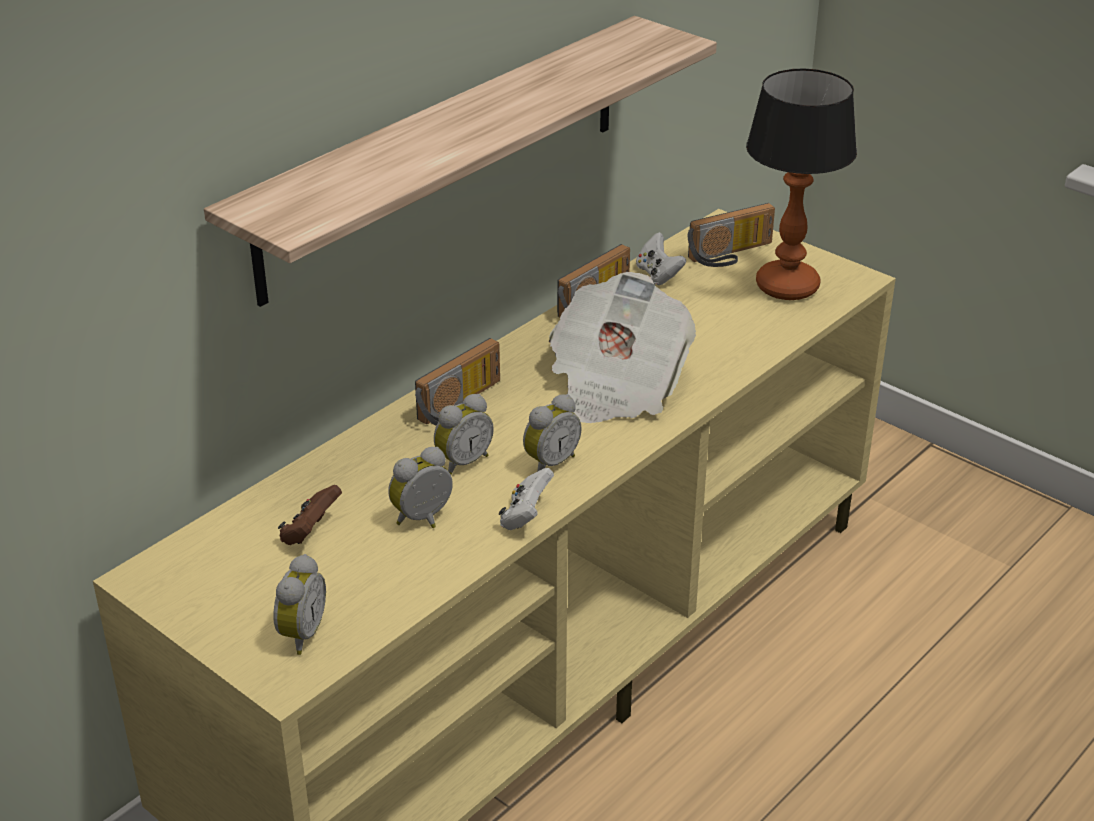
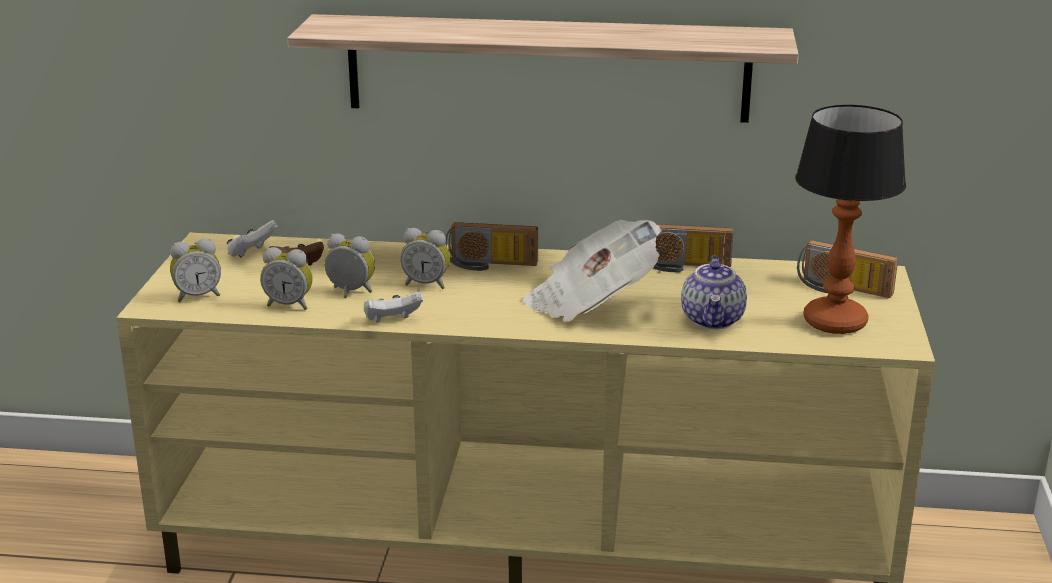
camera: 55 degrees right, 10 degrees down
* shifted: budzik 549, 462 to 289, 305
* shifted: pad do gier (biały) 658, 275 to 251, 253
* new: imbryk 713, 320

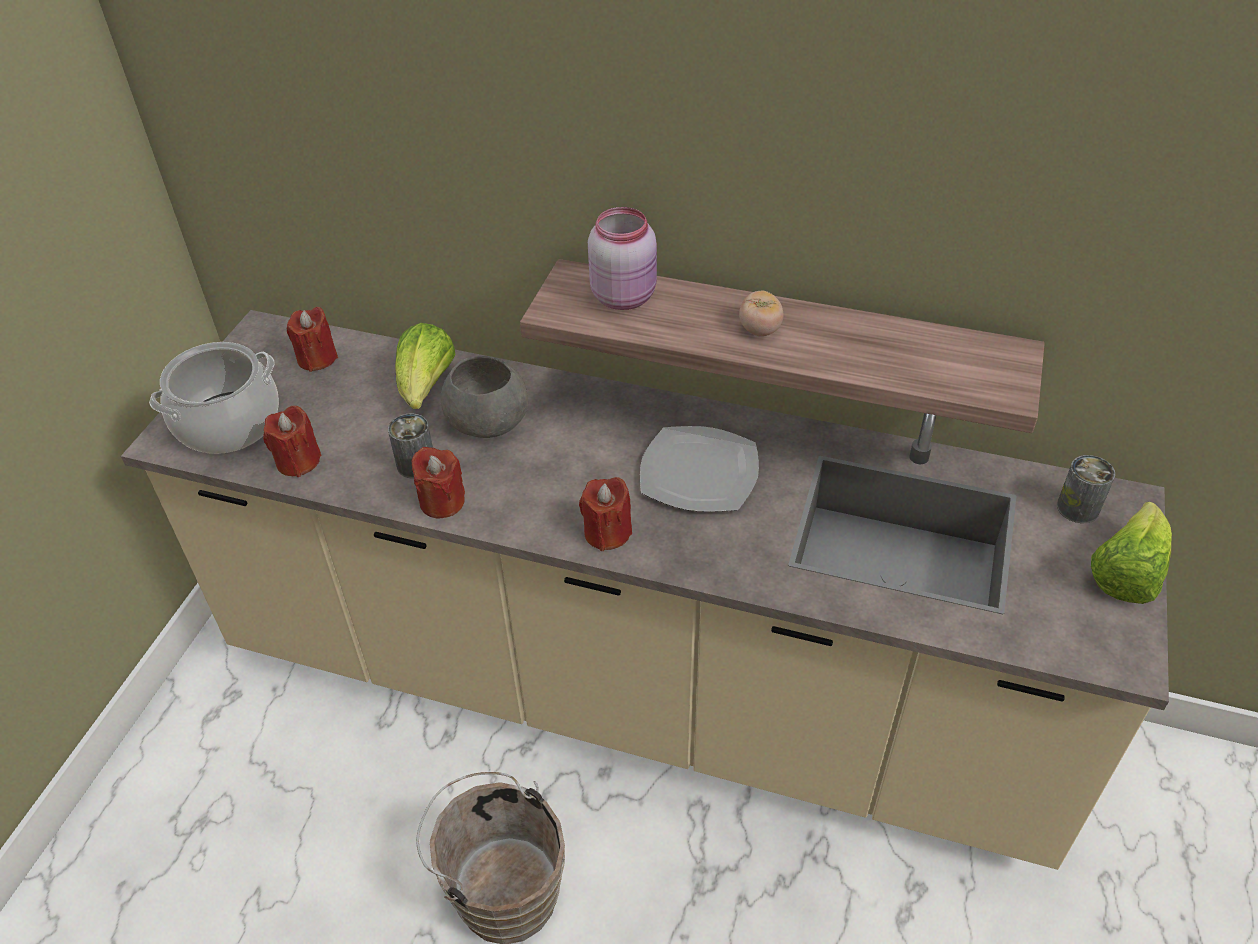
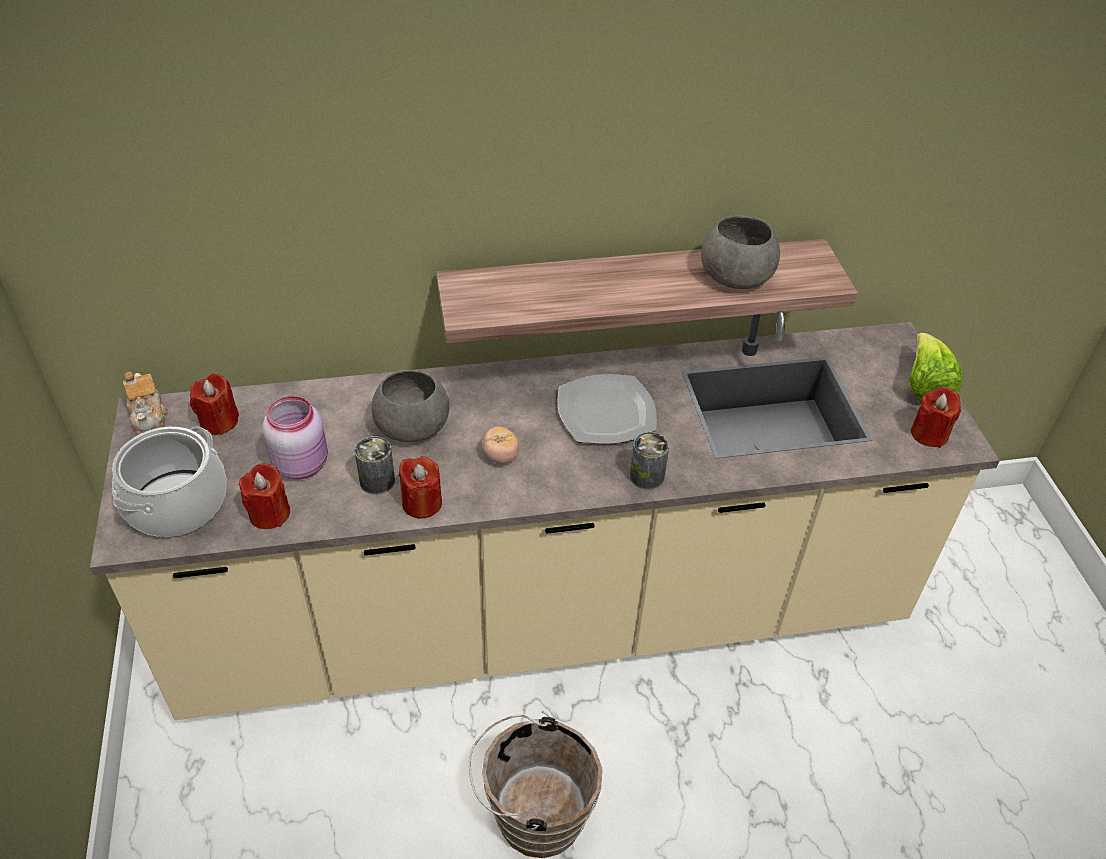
camera: 30 degrees left, 0 degrees up
* gone: sałata 426, 388
* shifted: świeca (czerwony) 607, 533 to 929, 434
* shifted: słoik (różowy) 625, 296 to 302, 463
* shifted: pomidor 760, 330 to 501, 457
* shifted: puszka 1078, 508 to 647, 476
* new: imbryk 149, 417
* new: miska (szary) 734, 276

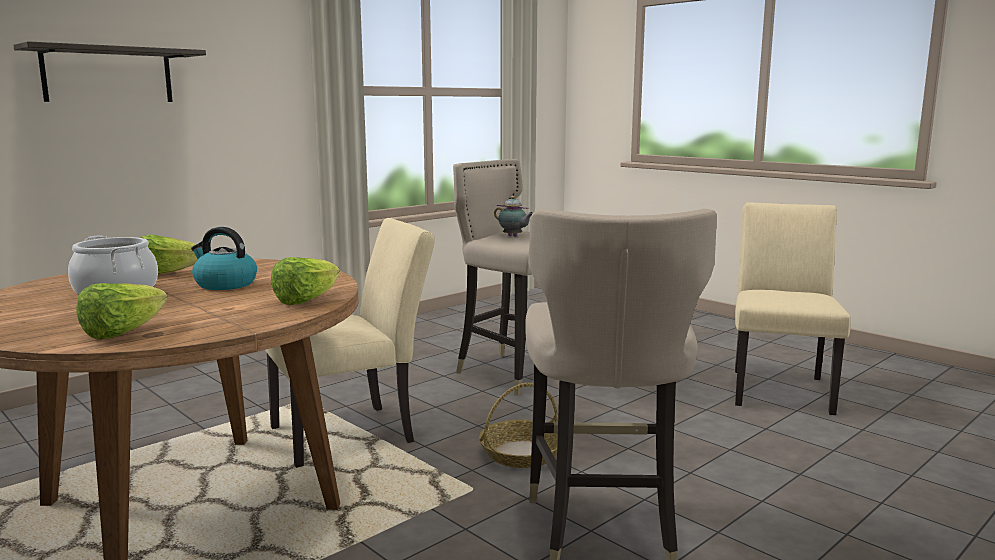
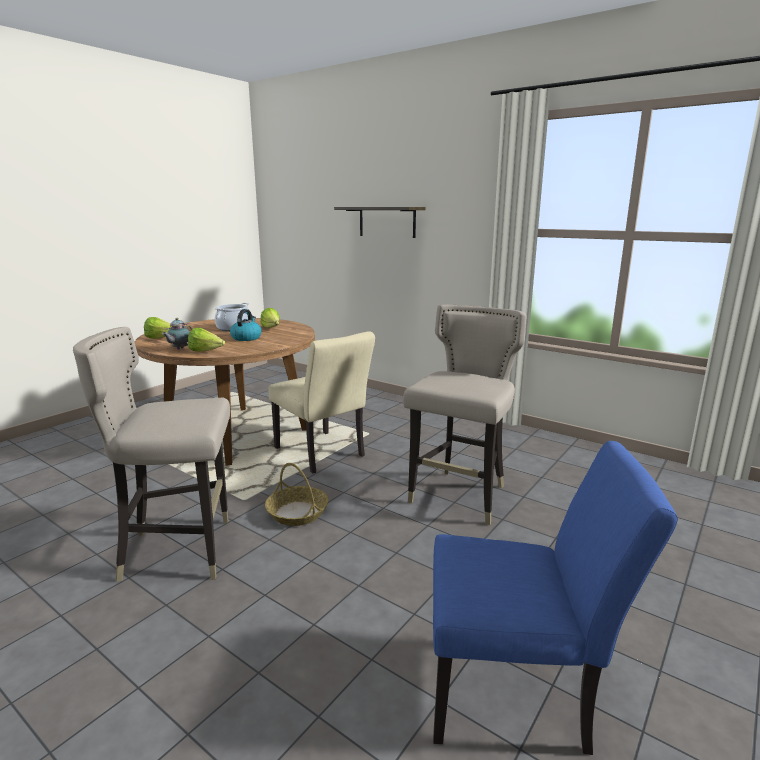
camera: 80 degrees right, 5 degrees up
* shifted: imbryk 513, 236 to 179, 349
* repainted: krzesło (beżowy) 780, 387 to krzesło (niebieski) 519, 693

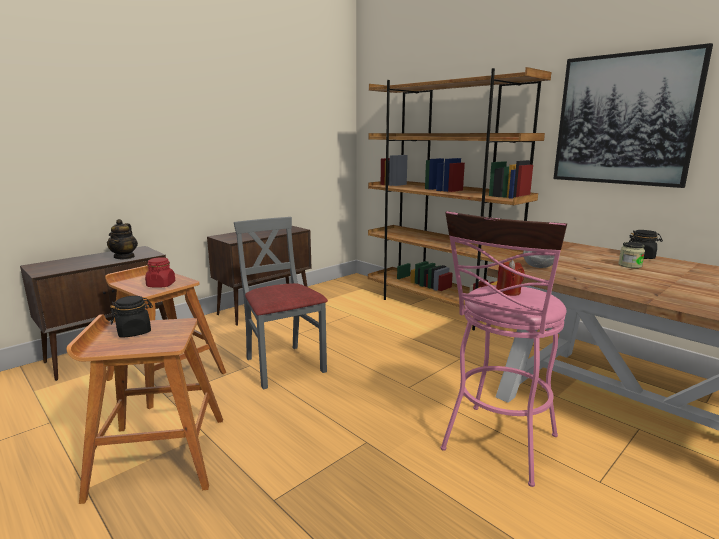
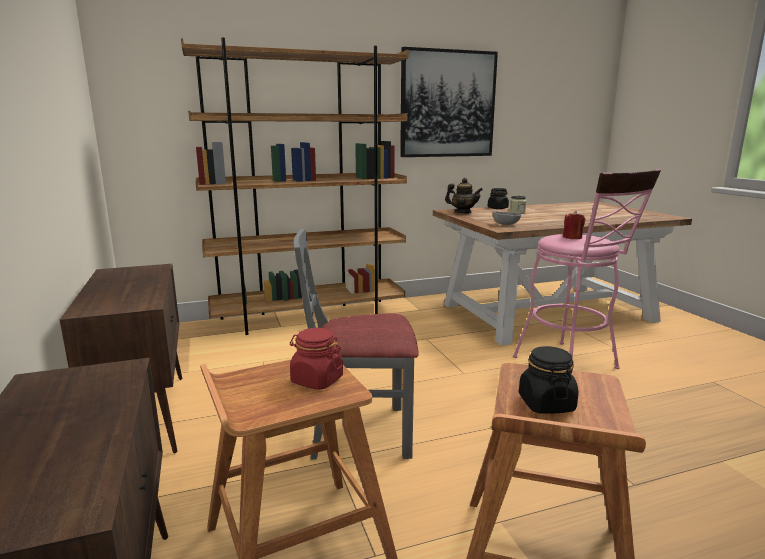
camera: 65 degrees left, 0 degrees up
* shifted: imbryk 124, 257 to 463, 213

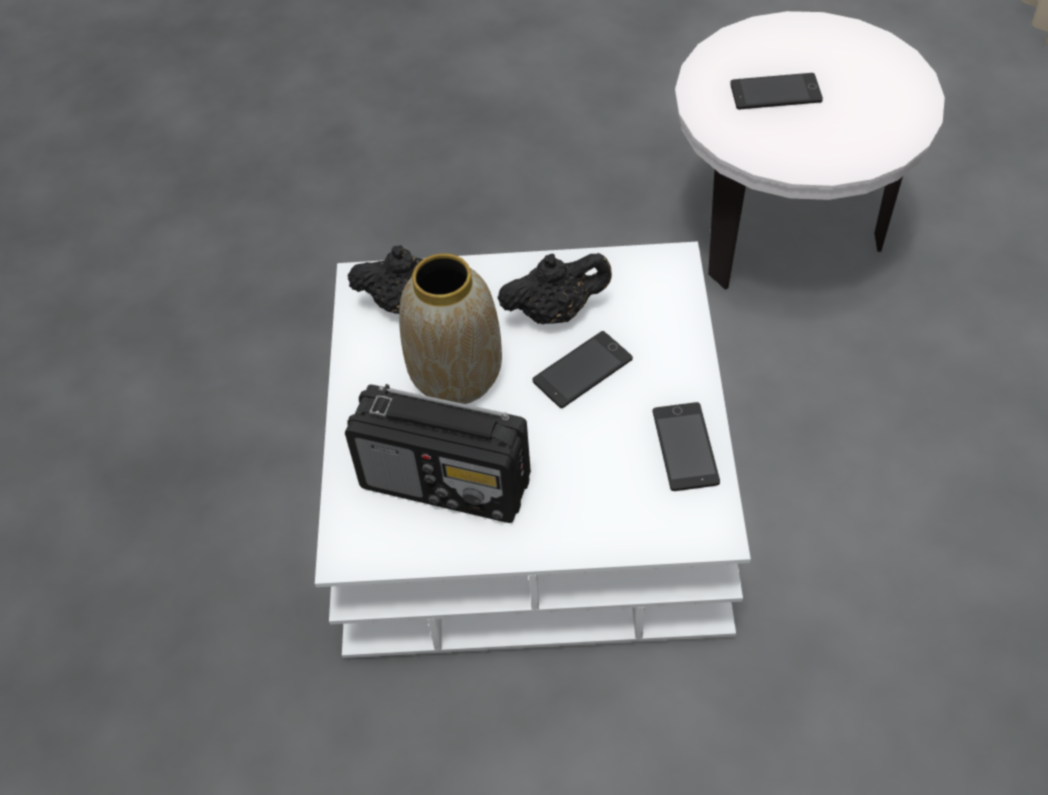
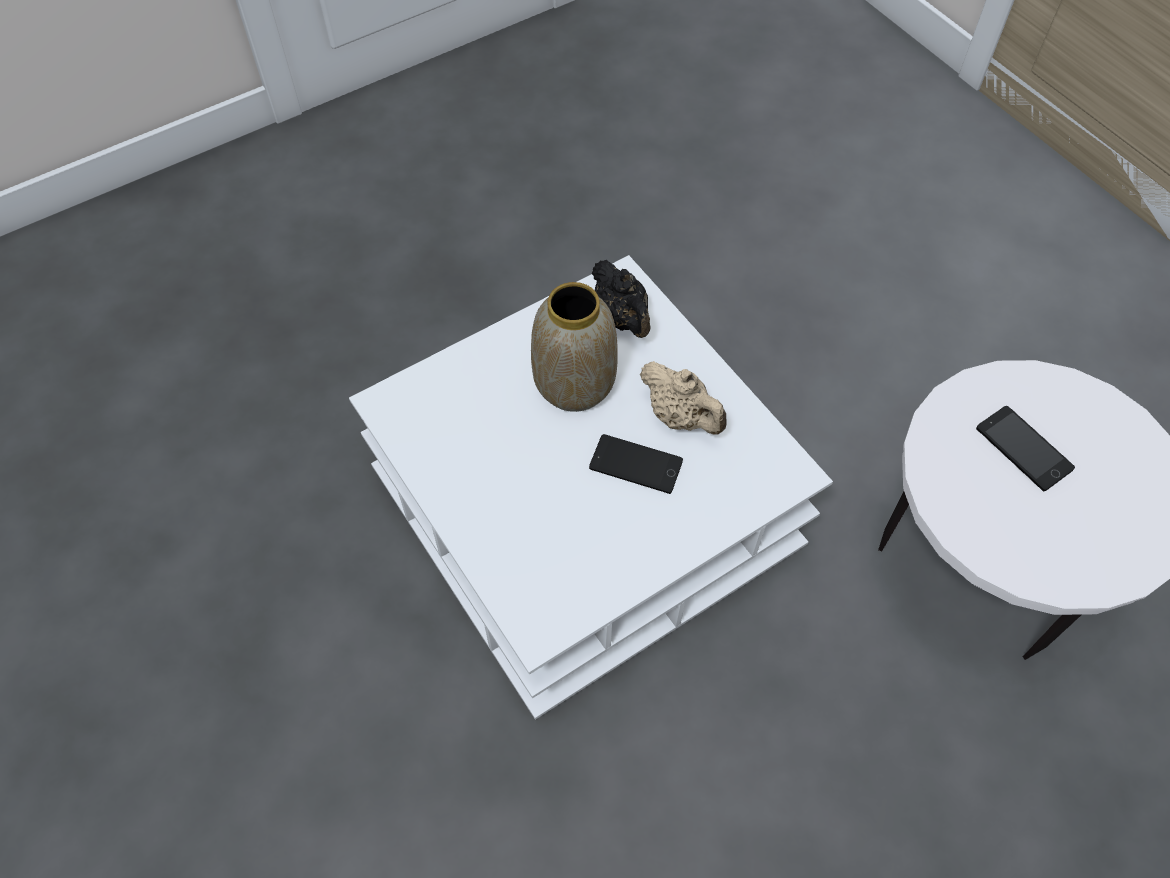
camera: 55 degrees right, 5 degrees up
* gone: radio 447, 483
* repainted: imbryk (czarny) 555, 312 to imbryk (beżowy) 681, 417
* gone: telefon 685, 447

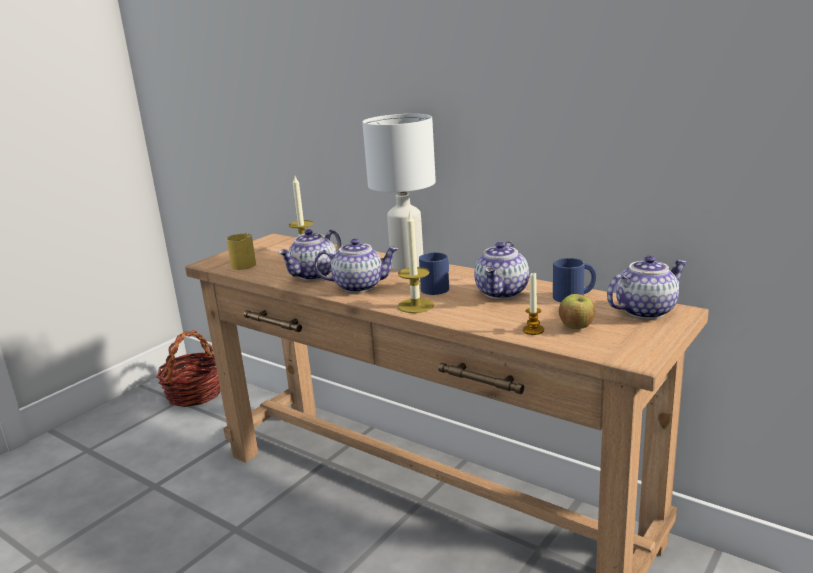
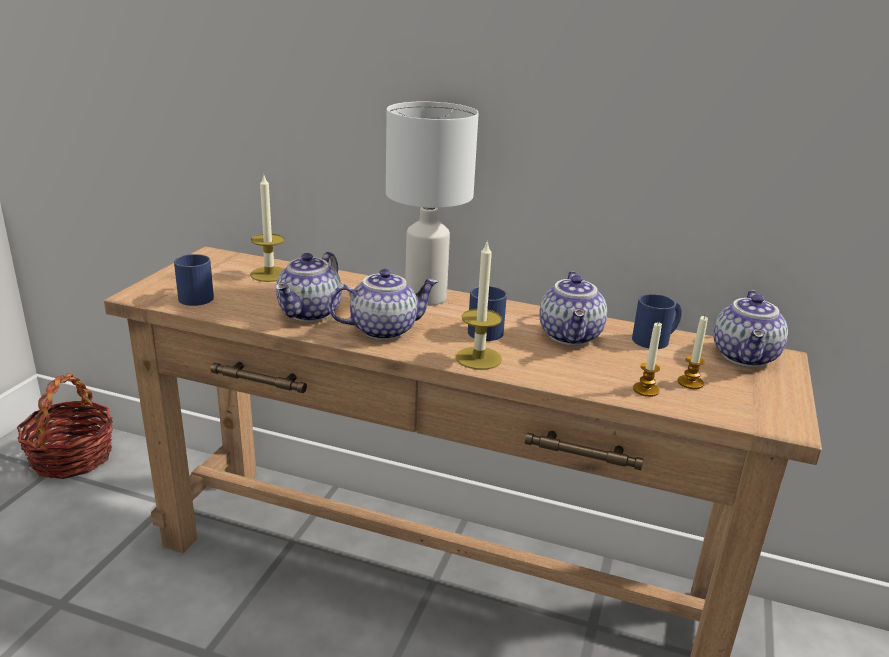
camera: 20 degrees left, 5 degrees up
* repainted: kubek (żółty) 245, 263 to kubek (niebieski) 197, 295
* swapped: jabłko 576, 327 to świeca 690, 383
* rotated: imbryk 645, 311 = 746, 357 150 degrees clockwise

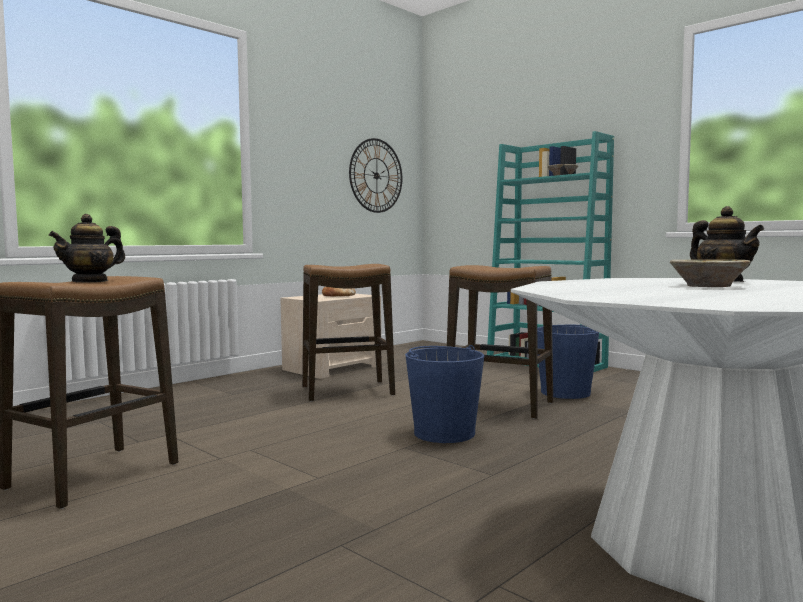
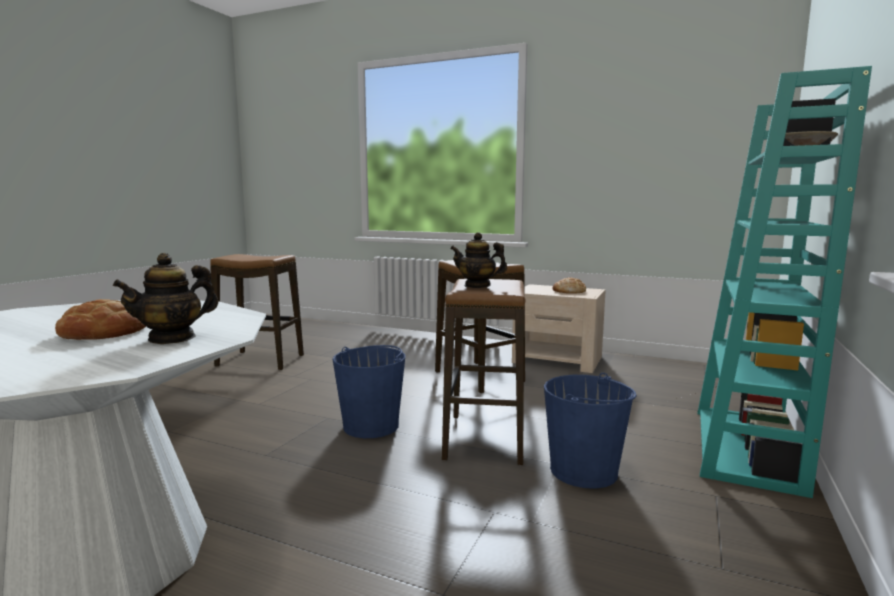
camera: 70 degrees right, 5 degrees up
* shifted: imbryk 90, 281 to 477, 286
* gone: zegar ścienny 376, 175
* swapped: miska (beżowy) 708, 286 to chleb 104, 332

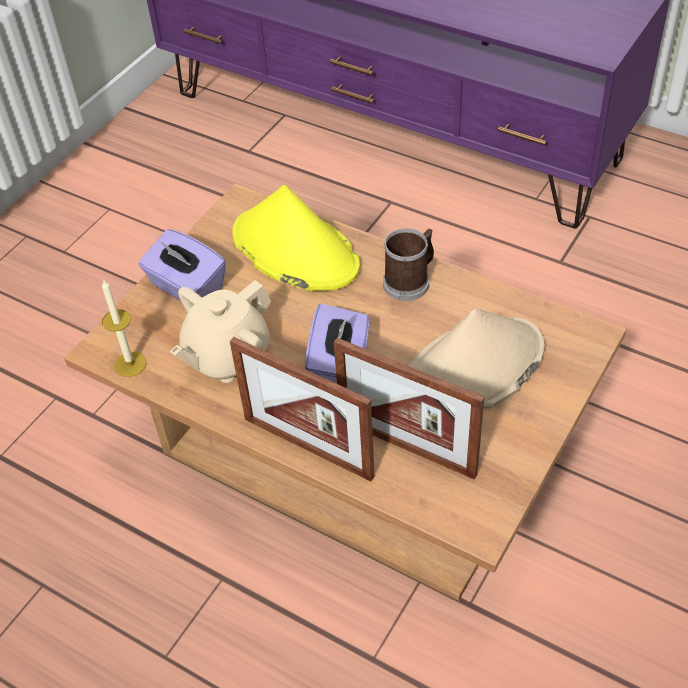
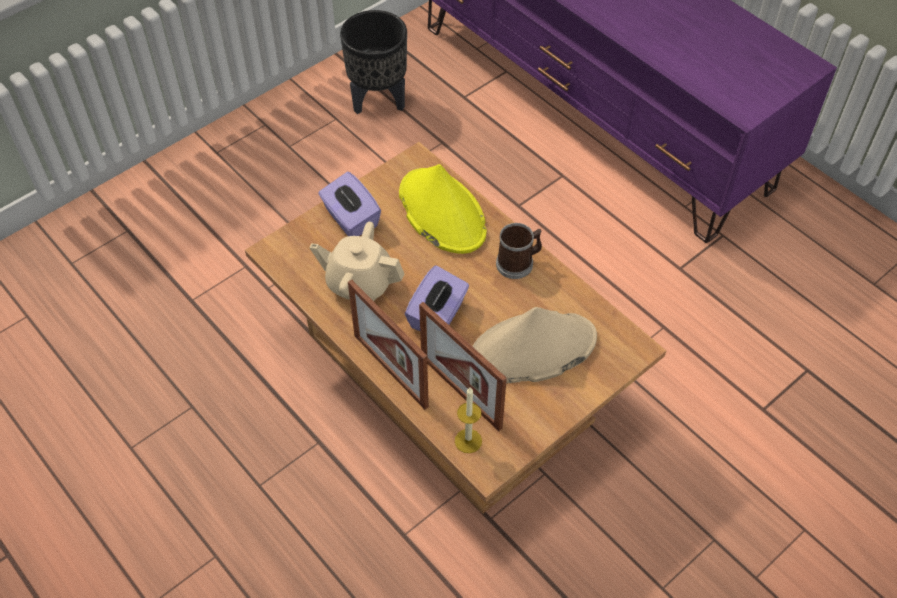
camera: 15 degrees right, 5 degrees up
* shifted: świeca 130, 364 to 468, 441
* rotated: imbryk (beżowy) 227, 356 = 359, 283 45 degrees clockwise
* new: donica (czarny) 378, 100

